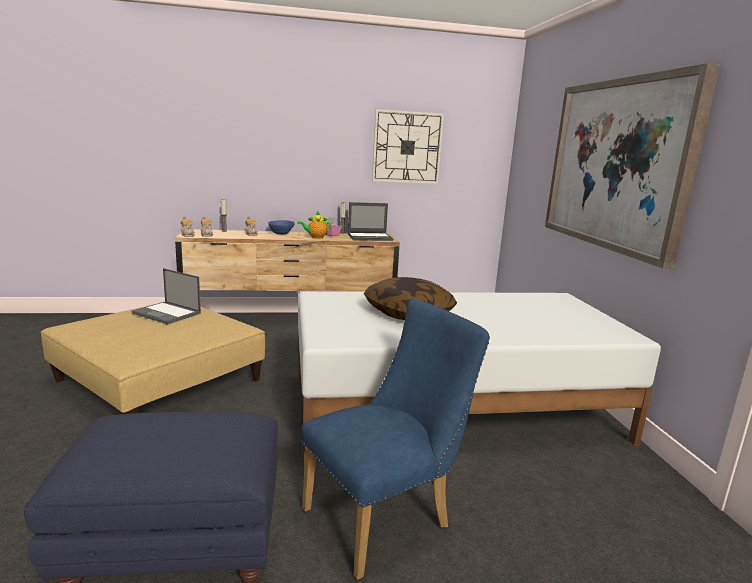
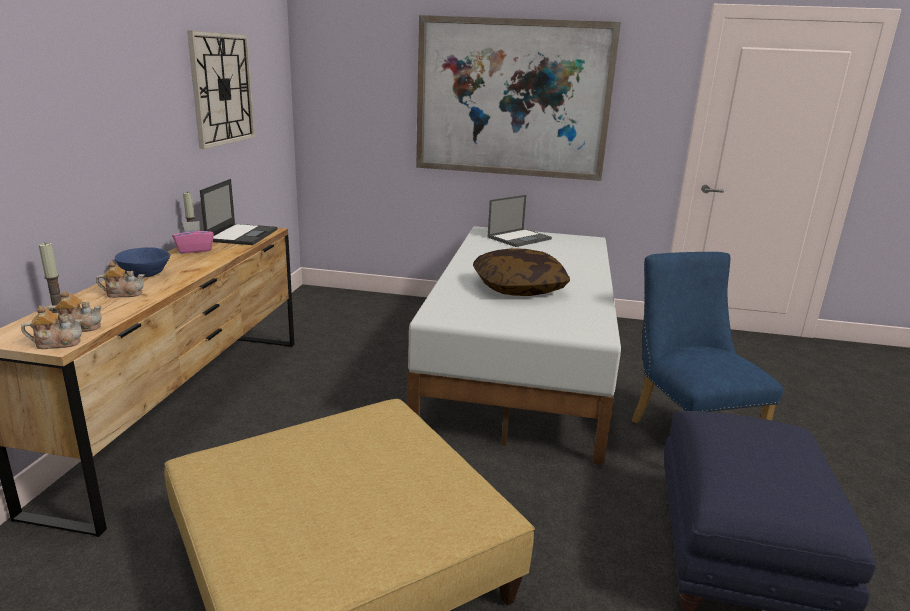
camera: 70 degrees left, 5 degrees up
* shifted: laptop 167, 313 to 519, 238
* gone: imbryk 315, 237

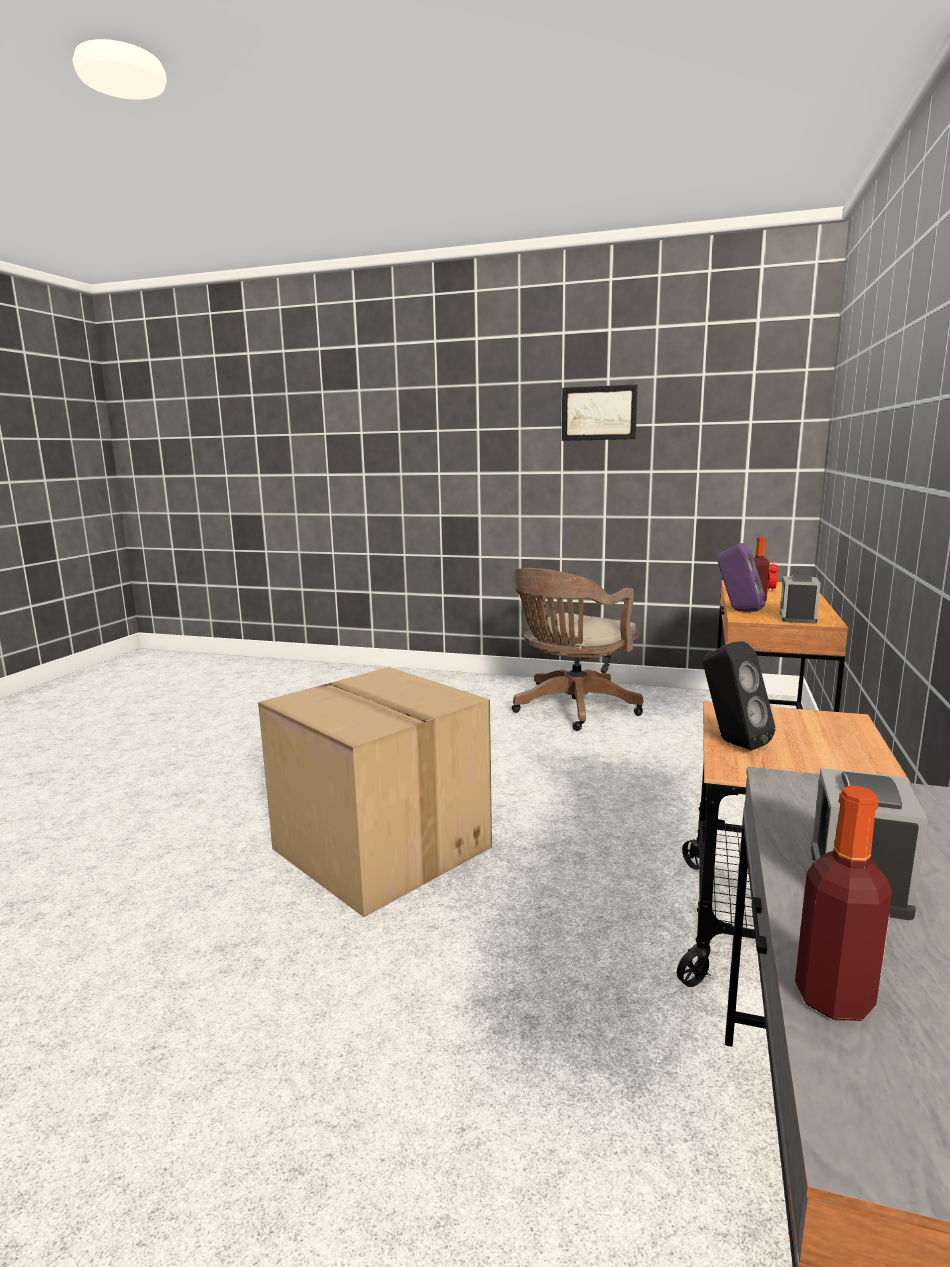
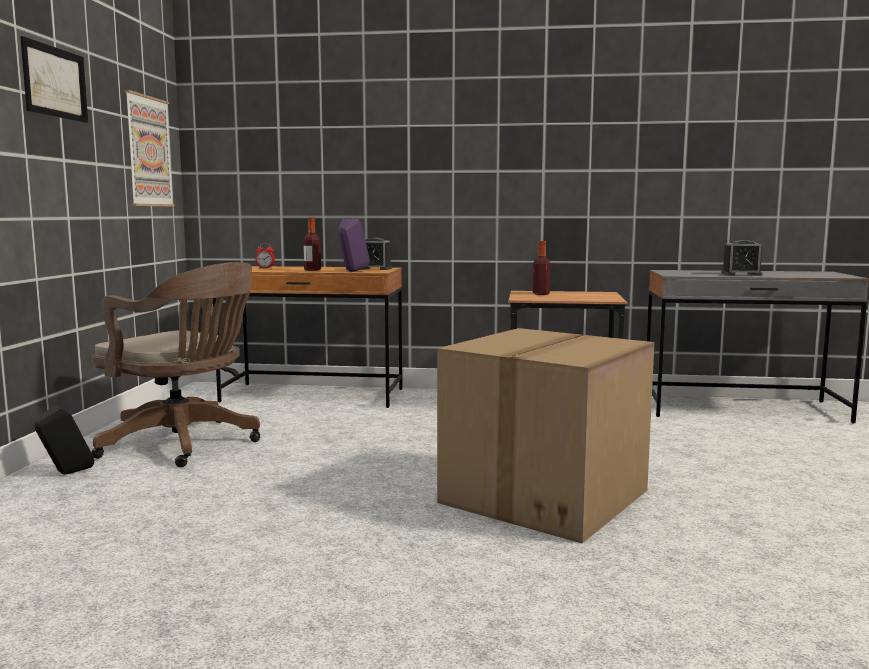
camera: 100 degrees left, 5 degrees down
* shifted: głośnik (czarny) 731, 742 to 66, 474
* shifted: butelka 834, 998 to 541, 294
* new: obraz 148, 151

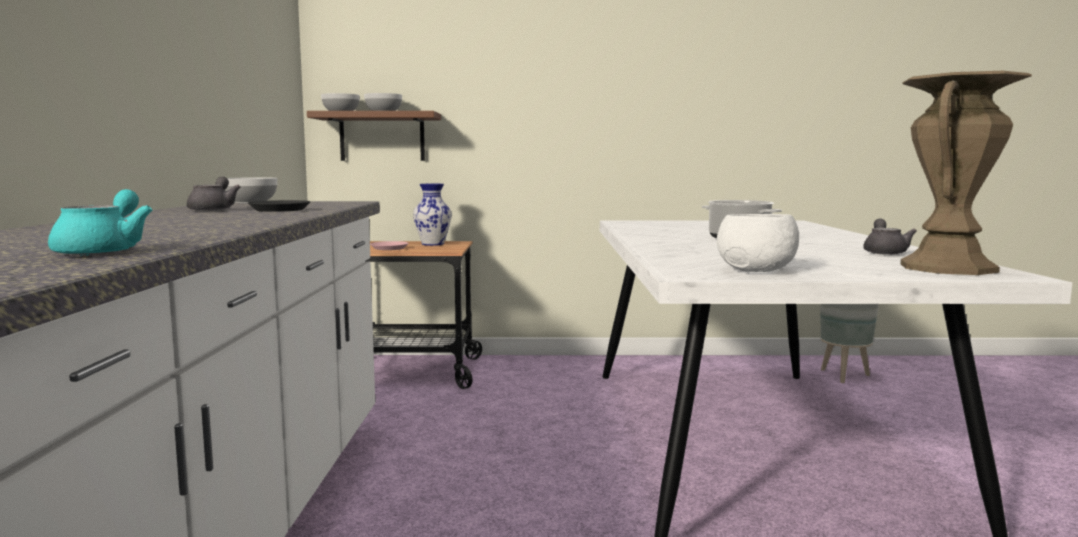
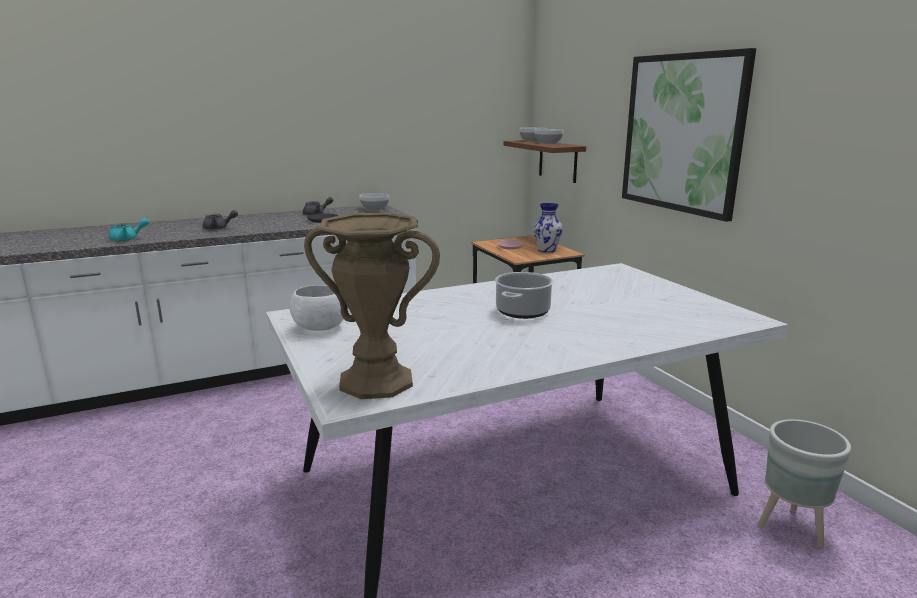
camera: 65 degrees right, 10 degrees up
* shifted: imbryk (szary) 884, 252 to 219, 228
* new: obraz 682, 133

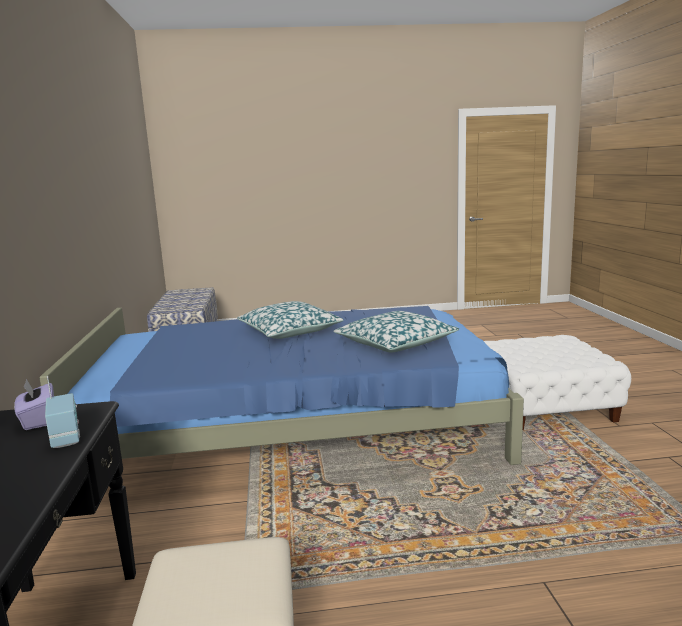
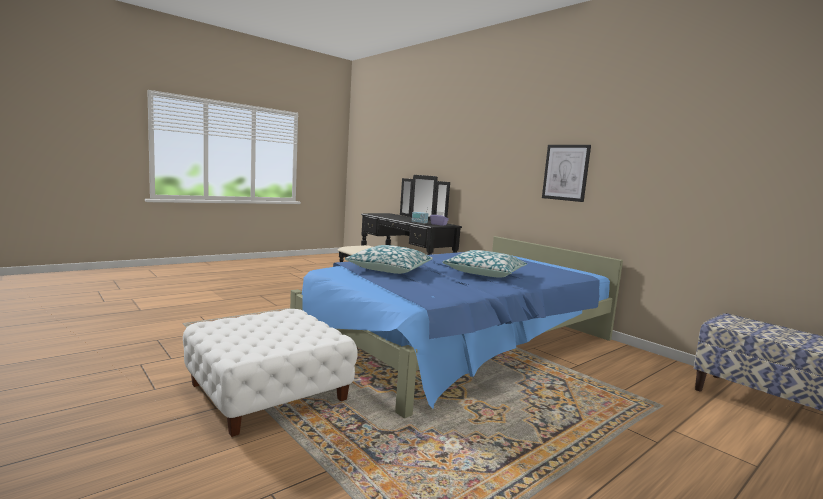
camera: 145 degrees right, 5 degrees down
* new: obraz 565, 172

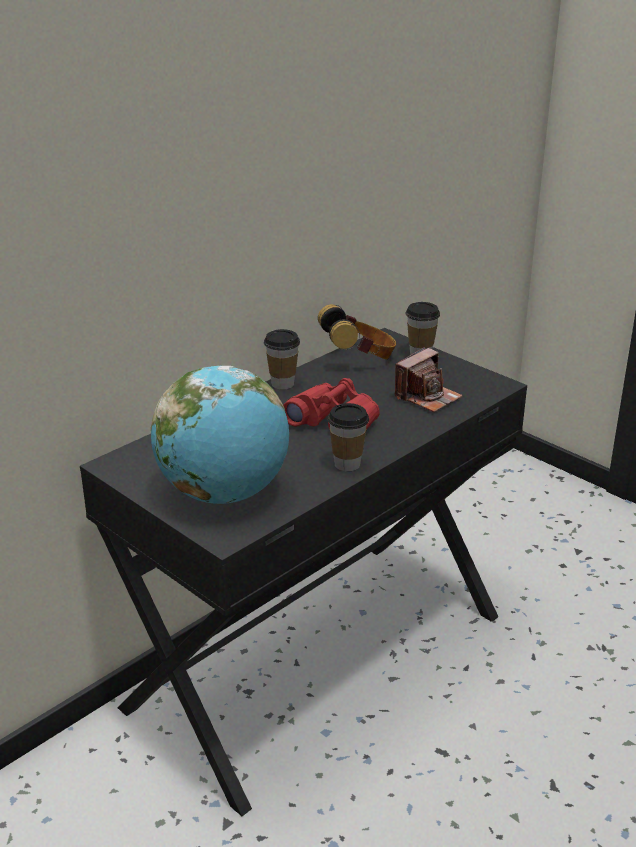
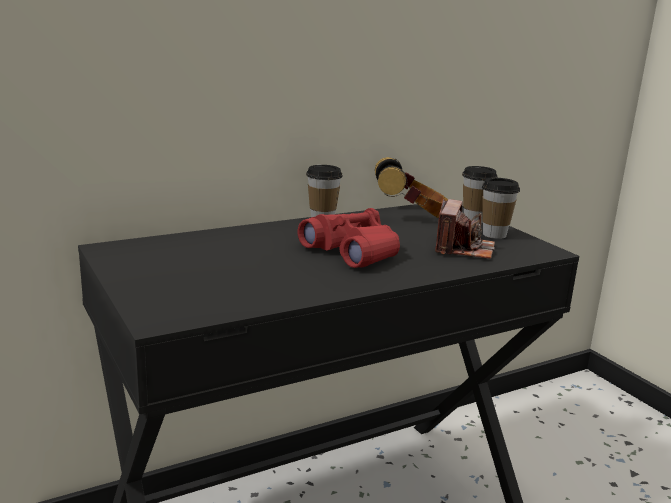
camera: 15 degrees right, 10 degrees down
* gone: globus 224, 493
* shifted: filiżanka 347, 464 to 494, 235
* rotated: aparat fotograficzny 427, 397 = 463, 249 45 degrees counterclockwise

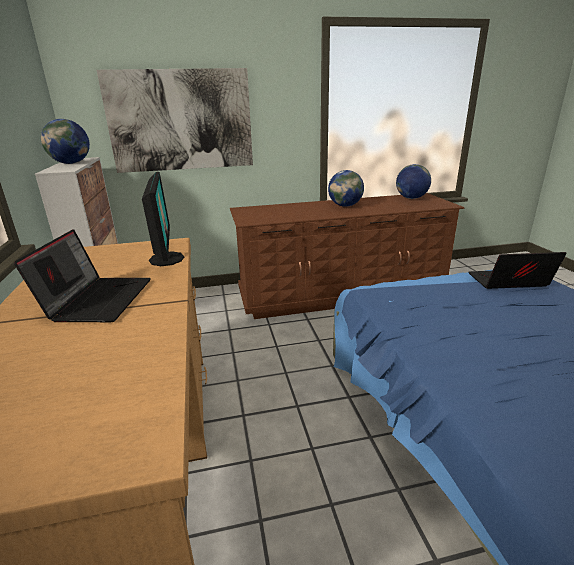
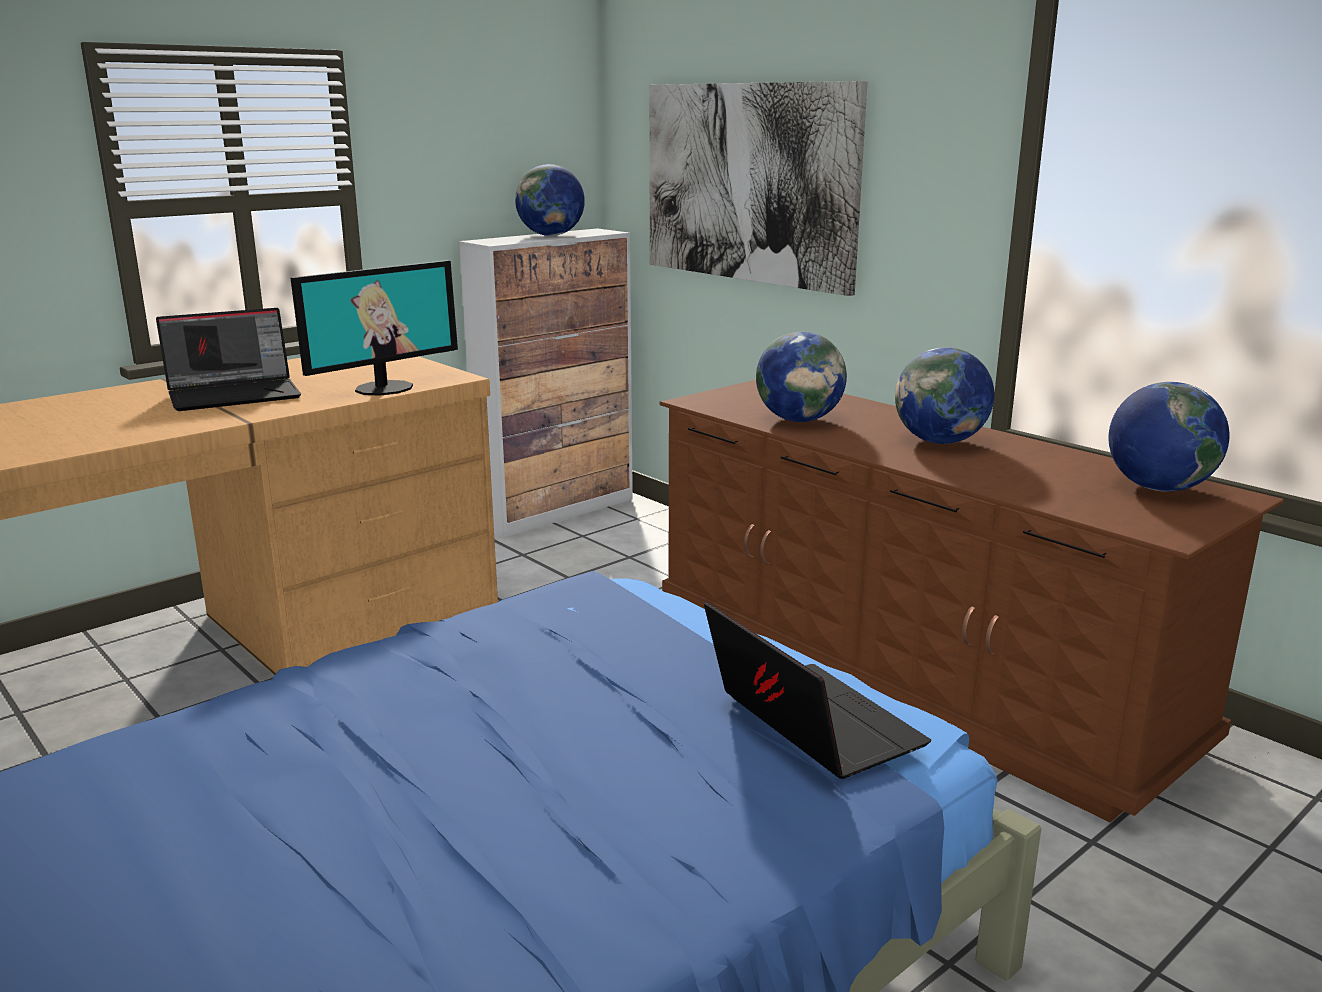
camera: 60 degrees right, 5 degrees down
* new: globus 799, 420

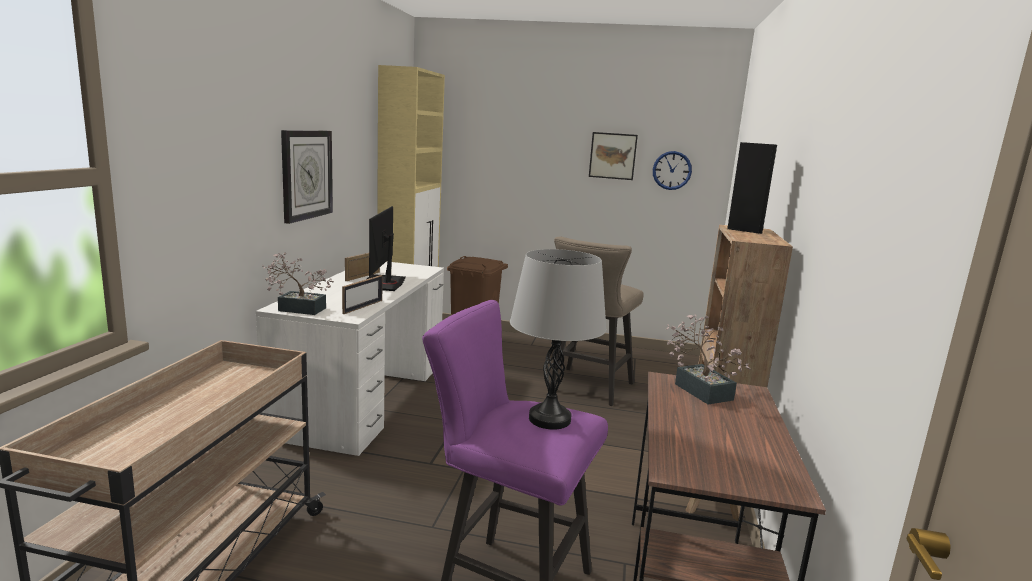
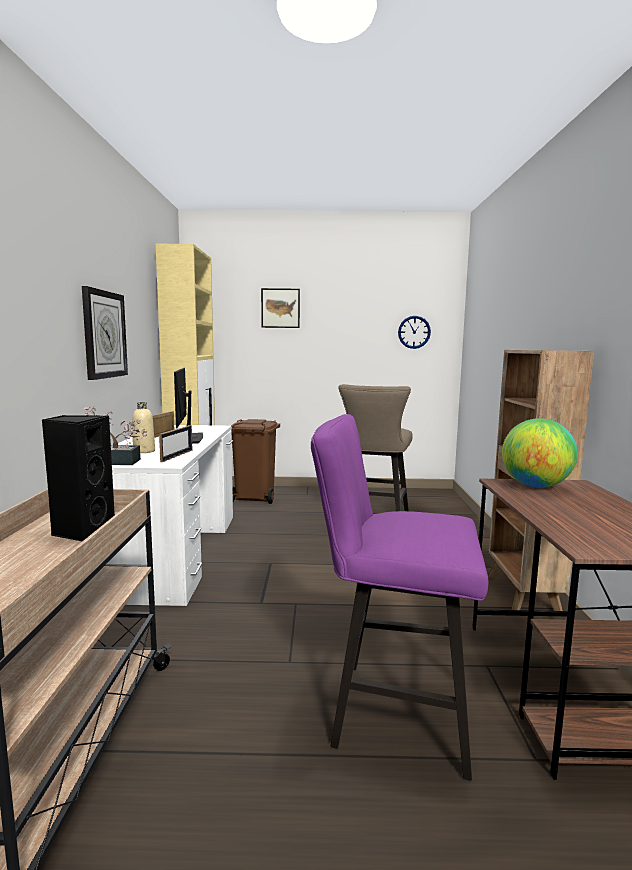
camera: 10 degrees left, 5 degrees down
* gone: lampa stołowa (szary) 549, 419
* shifted: obraz 612, 156 to 280, 308
* swapped: roślina doniczkowa 699, 389 to globus 535, 486
* shifted: głośnik (czarny) 745, 229 to 82, 531
* new: butelka (beżowy) 144, 451

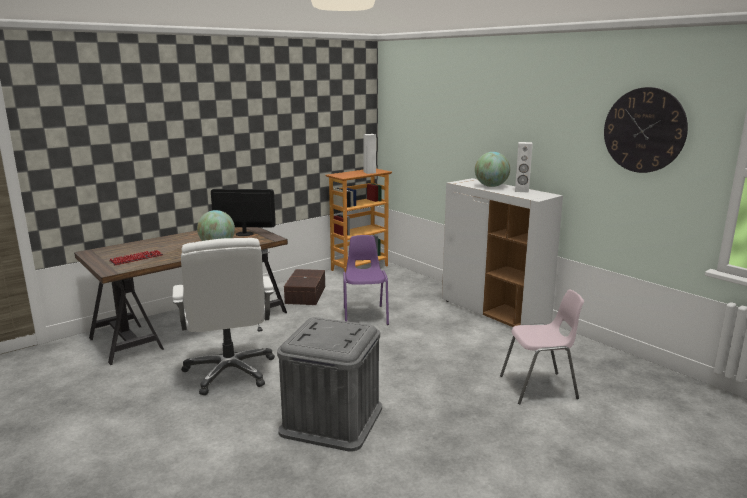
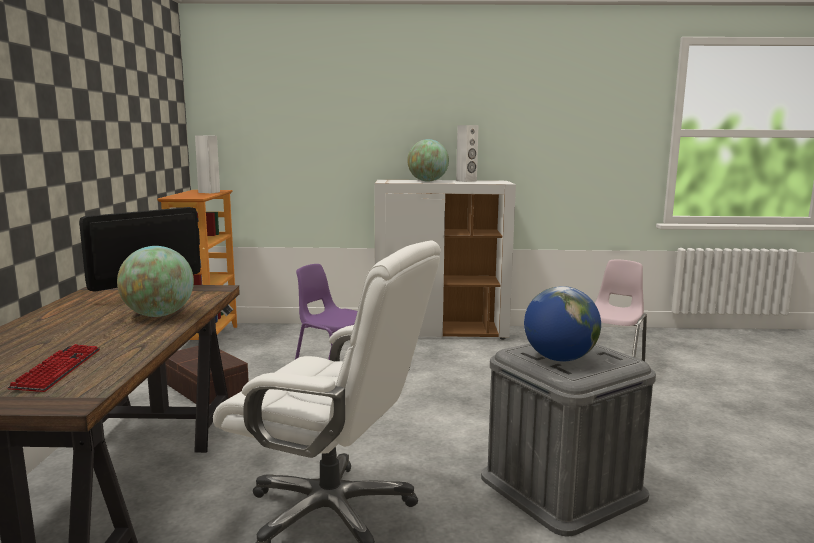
camera: 50 degrees left, 5 degrees down
* gone: zegar ścienny 644, 130
* new: globus 559, 359

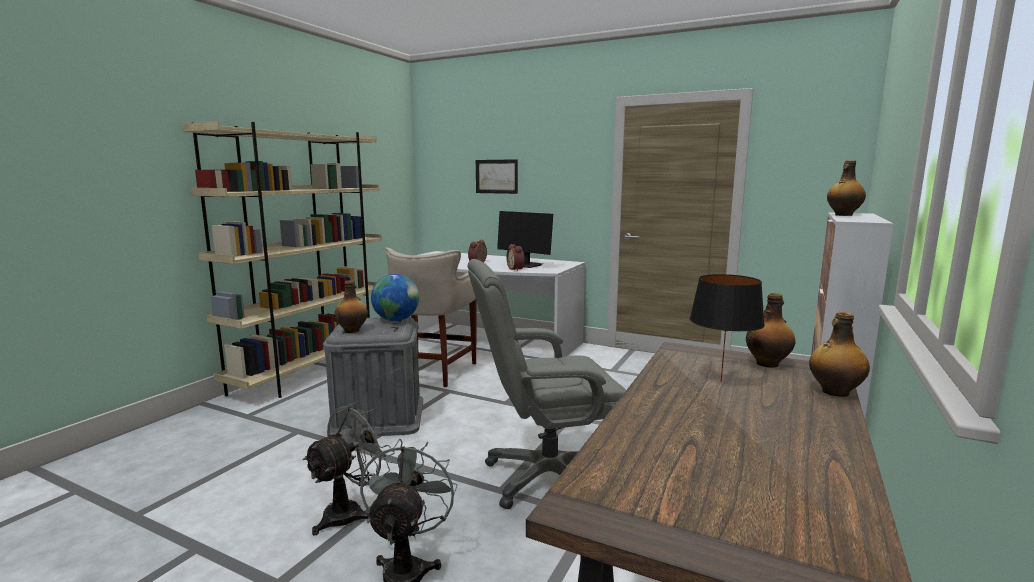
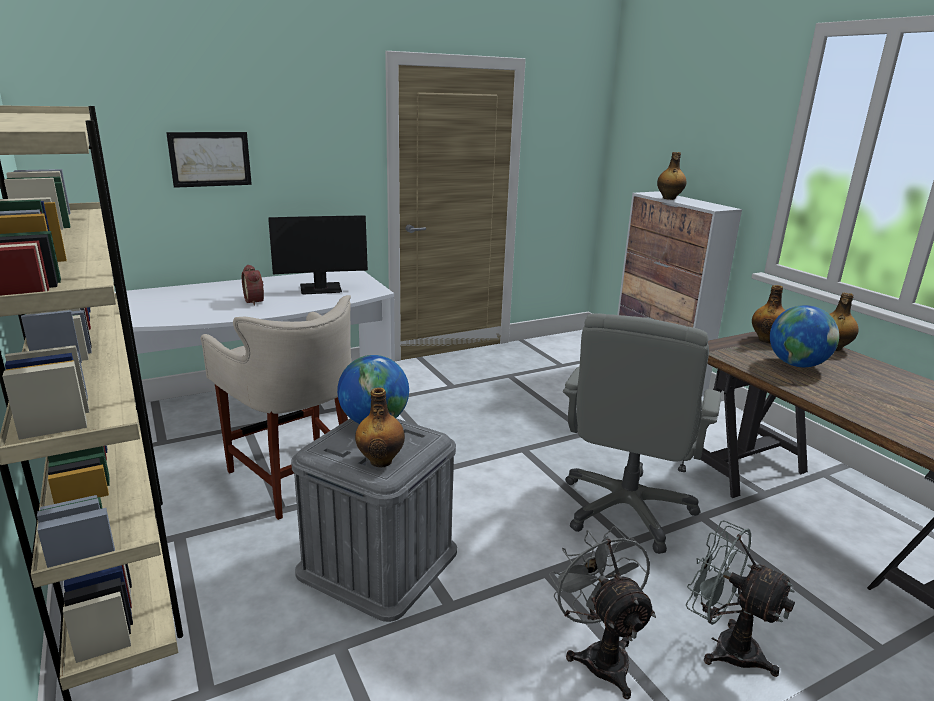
camera: 55 degrees left, 10 degrees up
* gone: budzik 516, 269
* swapped: lampa stołowa (czarny) 721, 381 to globus 796, 365

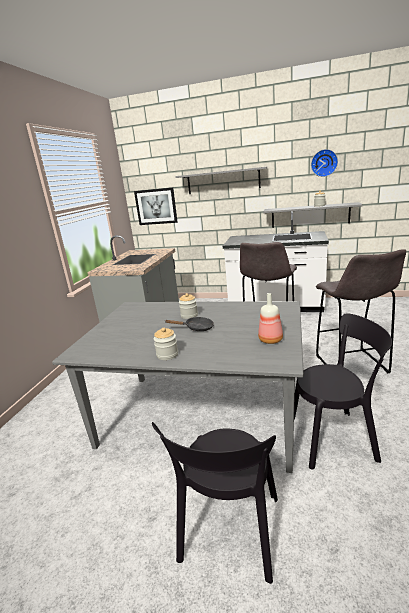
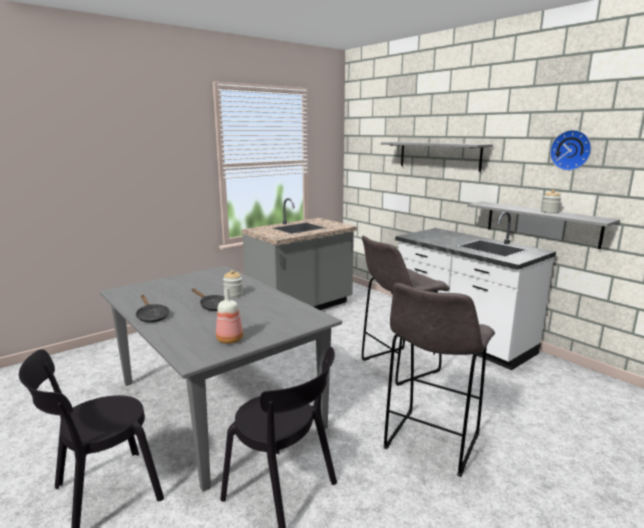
camera: 35 degrees right, 5 degrees down
* gone: obraz 156, 206
* swapped: słoik 167, 355 to patelnia (czarny) 152, 316

